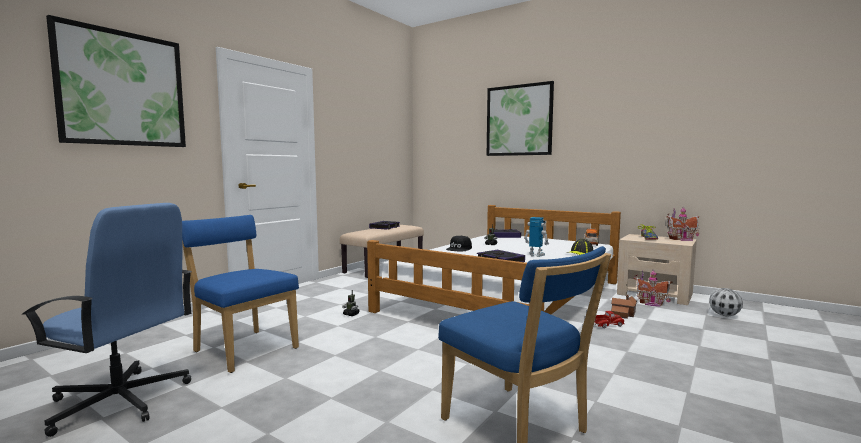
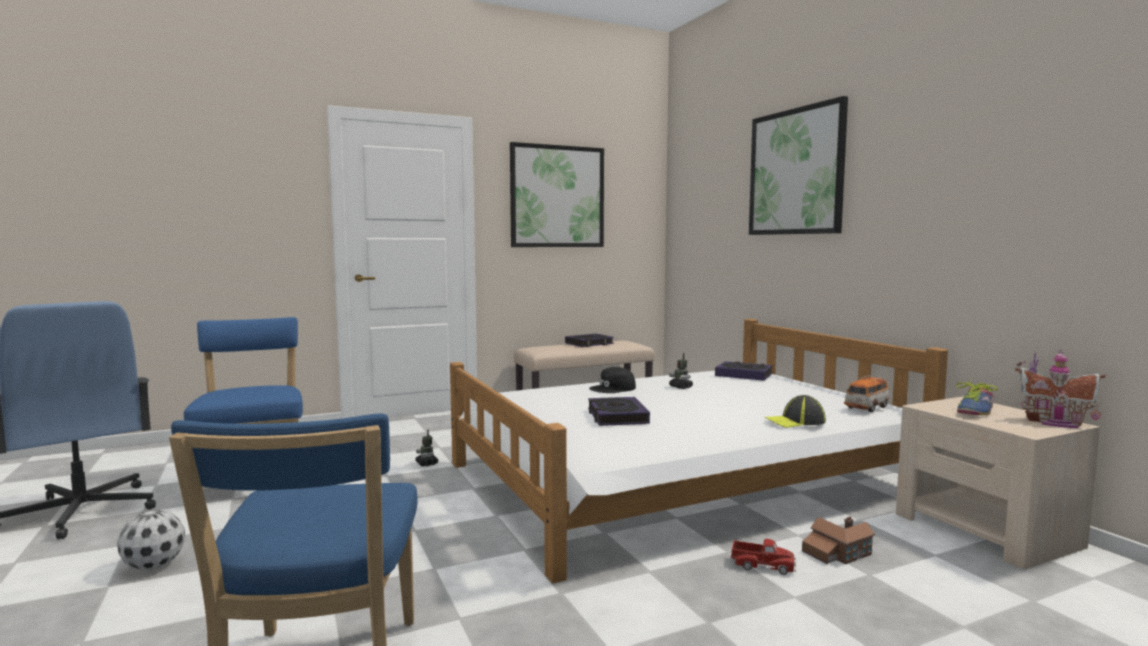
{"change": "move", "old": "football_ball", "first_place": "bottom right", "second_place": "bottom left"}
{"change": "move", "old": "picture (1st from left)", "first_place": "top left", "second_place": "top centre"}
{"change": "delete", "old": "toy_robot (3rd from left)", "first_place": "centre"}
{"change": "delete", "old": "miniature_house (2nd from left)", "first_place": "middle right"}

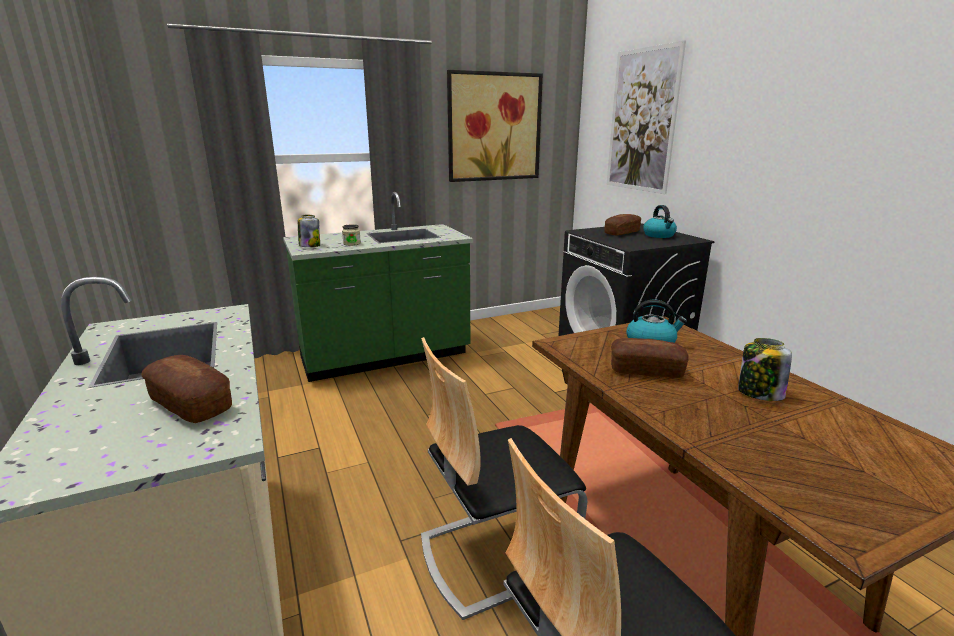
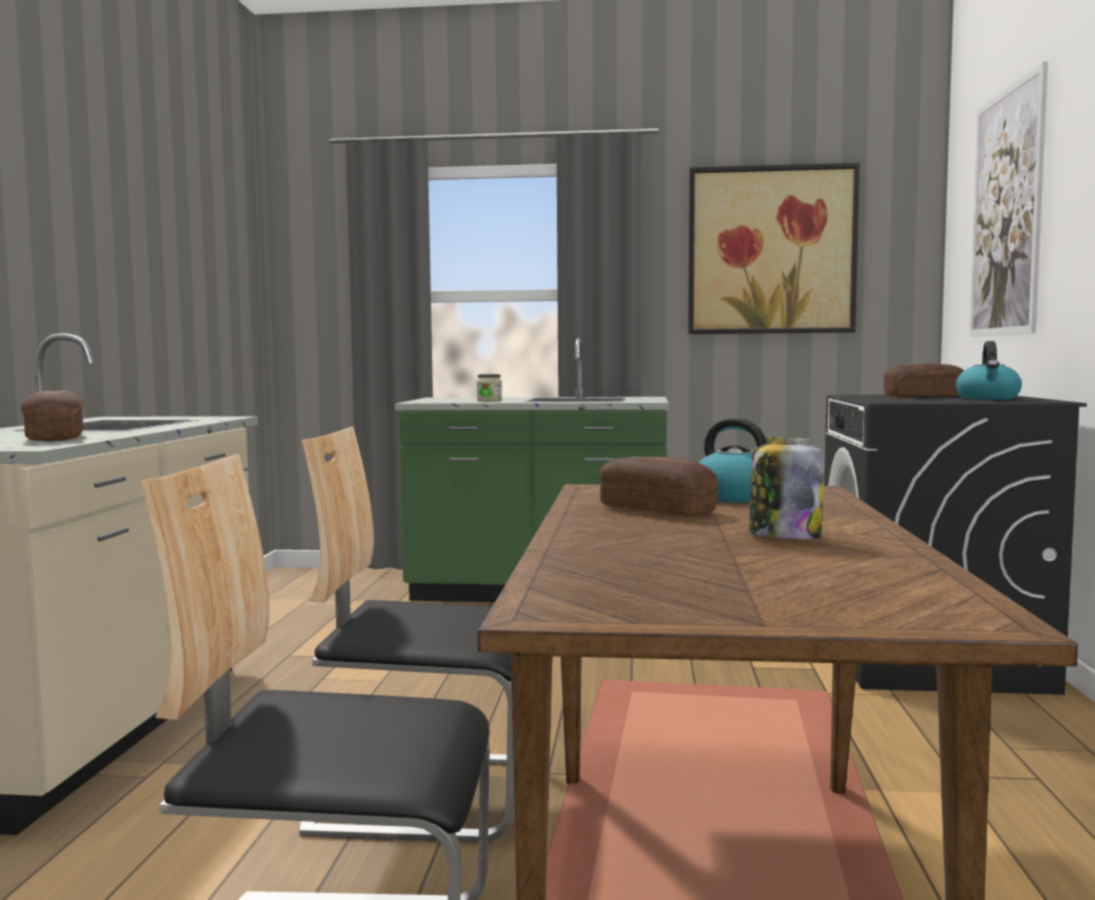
{"change": "delete", "old": "preserve_jar (1st from left)", "first_place": "middle left"}

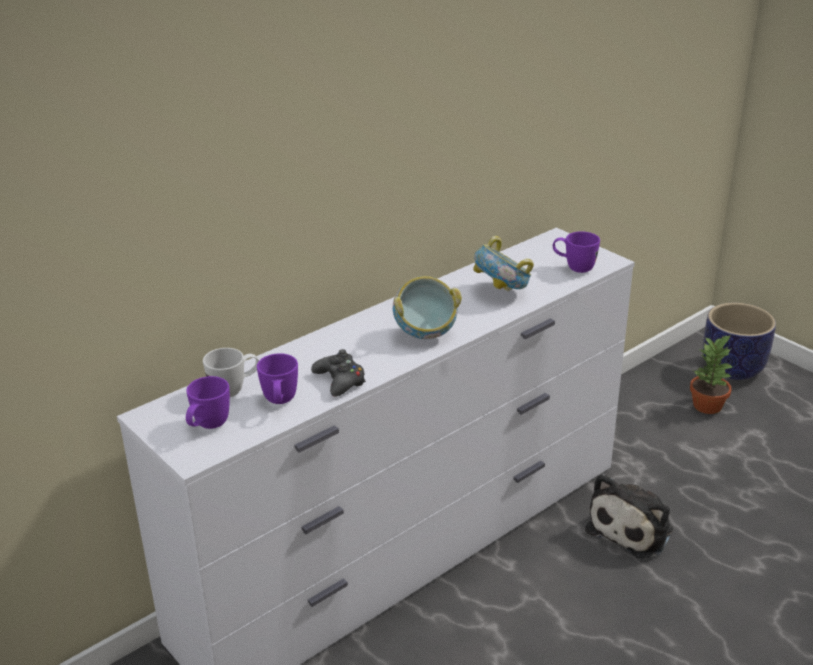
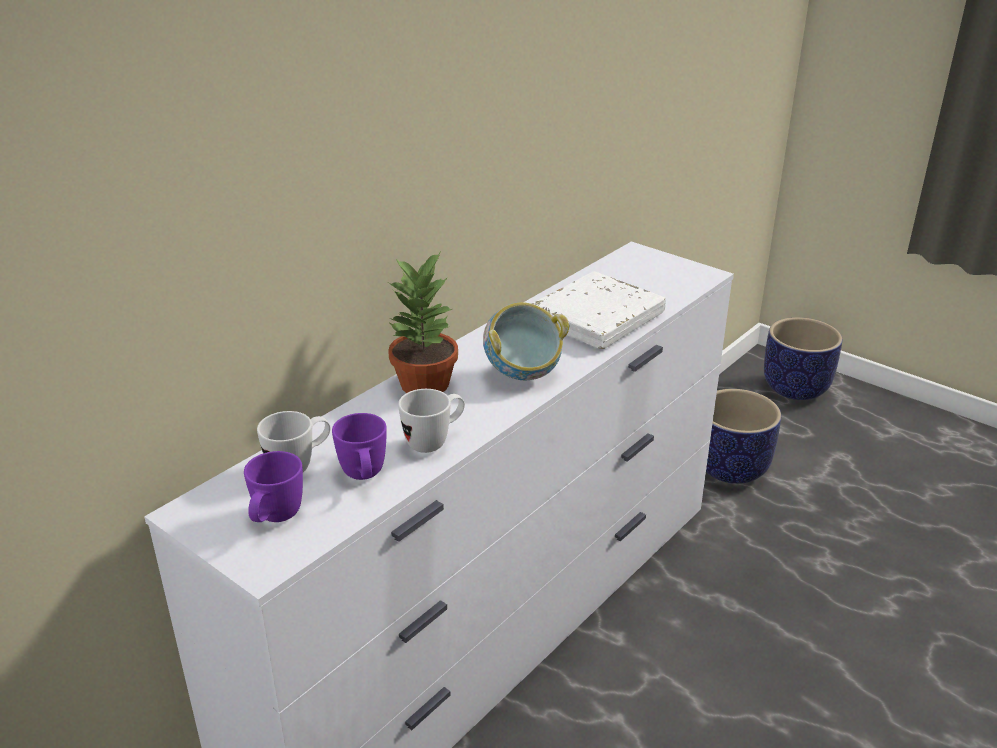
{"change": "move", "old": "houseplant", "first_place": "middle right", "second_place": "centre"}
{"change": "replace", "old": "black-coloured_game_controller", "new": "whitish_mug (2nd from left)", "first_place": "centre", "second_place": "centre"}
{"change": "replace", "old": "serving_bowl (2nd from left)", "new": "whitish_bound_book", "first_place": "centre", "second_place": "centre"}
{"change": "insert", "new": "planter (1st from left)", "second_place": "middle right"}
{"change": "delete", "old": "purple-coloured_mug (3rd from left)", "first_place": "middle right"}
{"change": "delete", "old": "plush_toy", "first_place": "bottom right"}

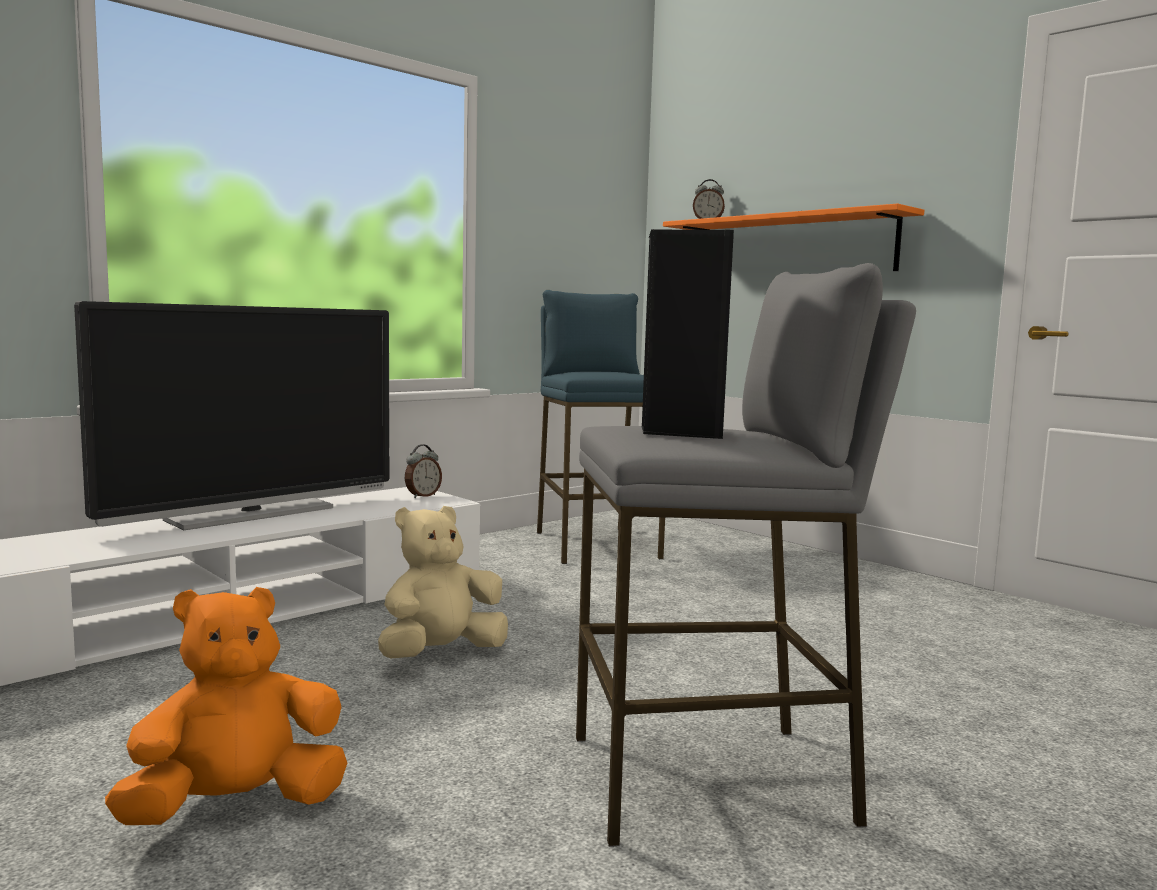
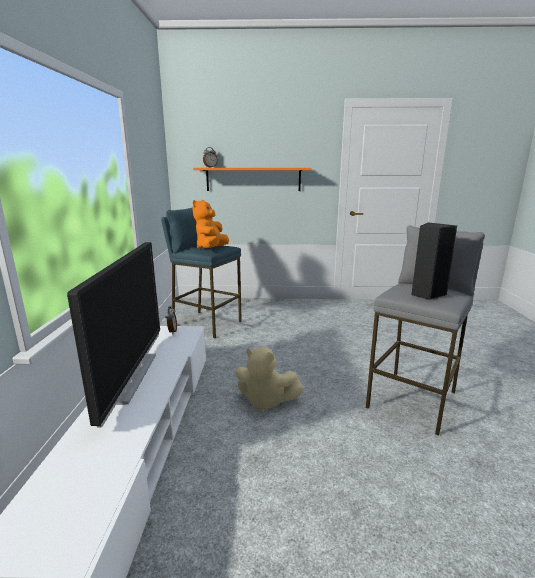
{"change": "move", "old": "orangey_plush_toy", "first_place": "bottom left", "second_place": "centre"}
{"change": "rotate", "old": "beige-coloured_plush_toy", "first_place": "centre", "second_place": "centre", "degrees": -75}

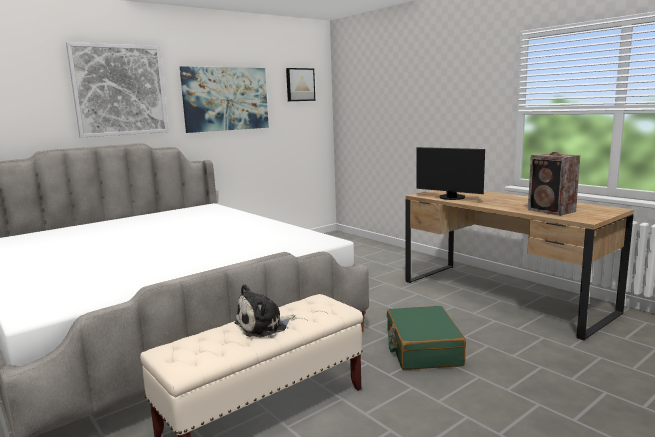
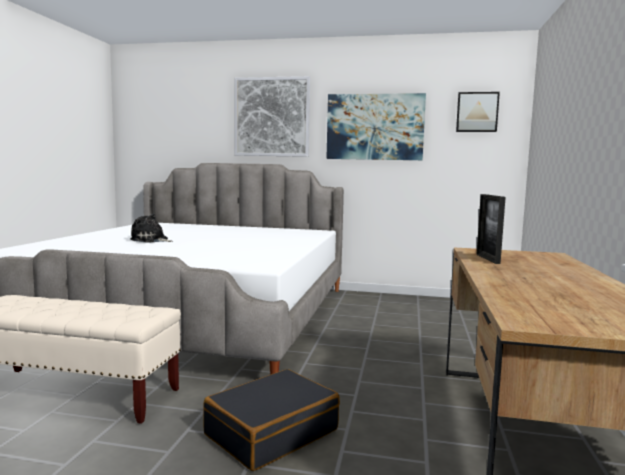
{"change": "move", "old": "plush_toy", "first_place": "bottom centre", "second_place": "middle left"}
{"change": "recolor", "old": "greenish_suitcase", "new": "black-coloured_suitcase", "first_place": "bottom centre", "second_place": "bottom centre"}
{"change": "replace", "old": "computer_display", "new": "picture_frame", "first_place": "middle right", "second_place": "middle right"}
{"change": "delete", "old": "loudspeaker", "first_place": "middle right"}

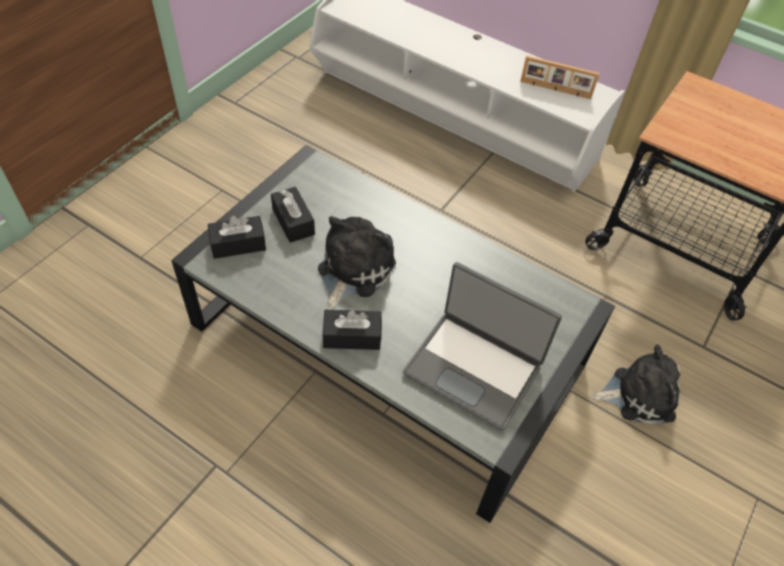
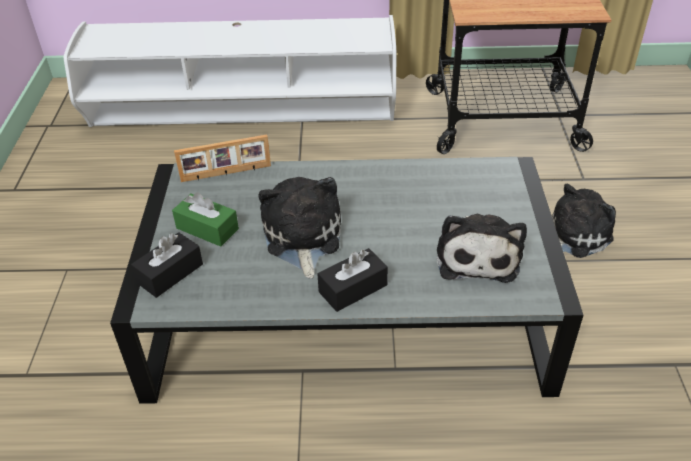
{"change": "recolor", "old": "black-coloured_tissue_box (2nd from left)", "new": "greenish_tissue_box", "first_place": "centre", "second_place": "middle left"}
{"change": "move", "old": "picture_frame", "first_place": "top right", "second_place": "middle left"}
{"change": "replace", "old": "notebook_computer", "new": "plush_toy (2nd from left)", "first_place": "centre", "second_place": "middle right"}

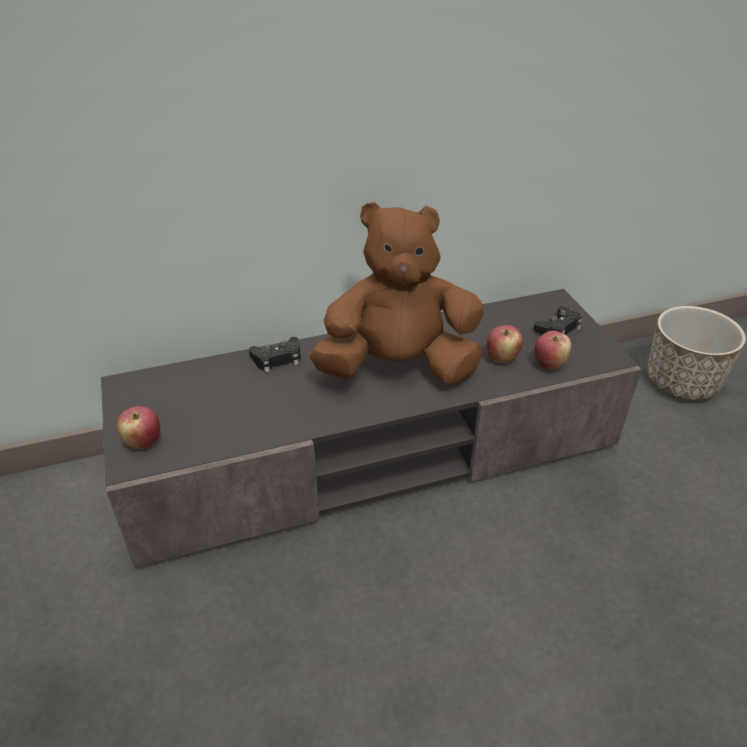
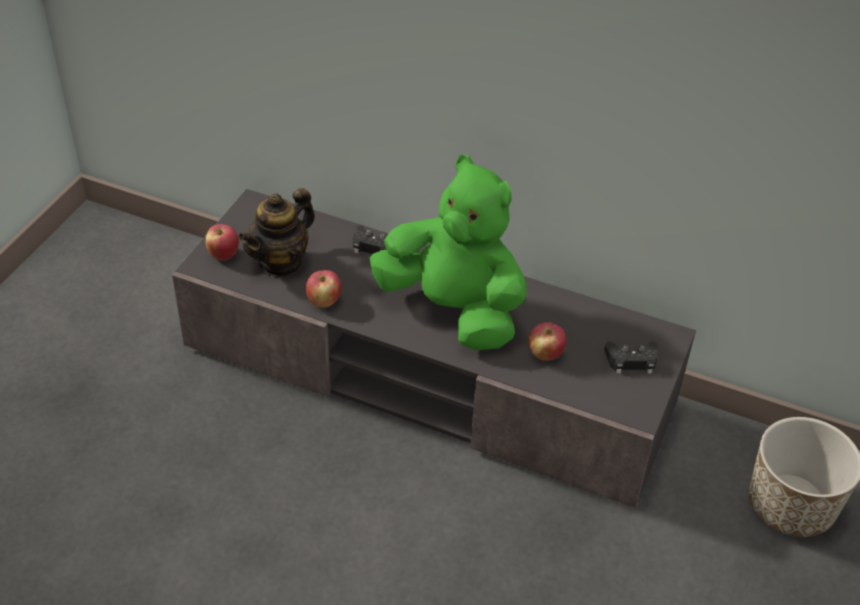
{"change": "insert", "new": "tea_pot", "second_place": "middle left"}
{"change": "move", "old": "apple_fruit (3rd from left in the first image)", "new": "apple_fruit (2nd from left)", "first_place": "middle right", "second_place": "centre"}
{"change": "recolor", "old": "brown_plush_toy", "new": "greenish_plush_toy", "first_place": "centre", "second_place": "centre"}

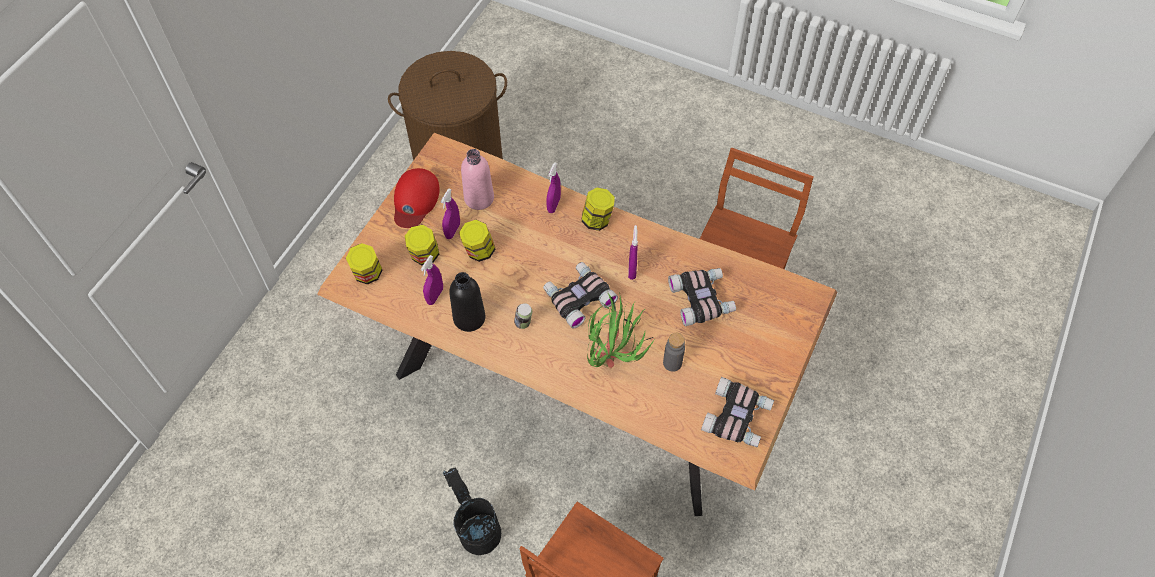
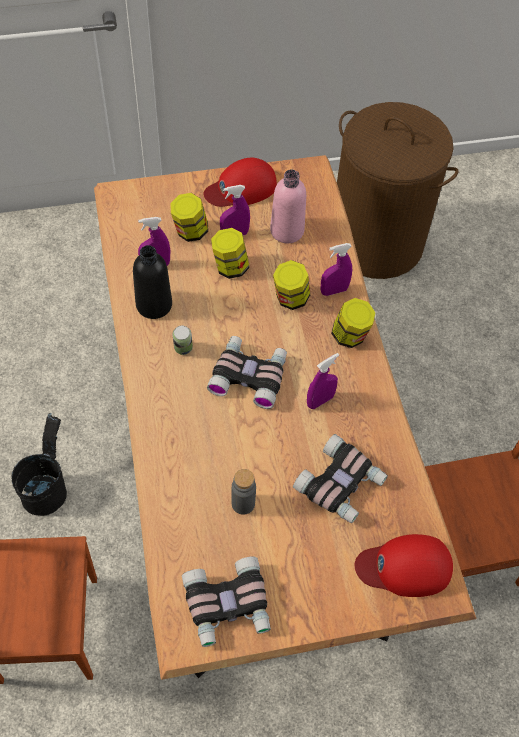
{"change": "move", "old": "preserve_jar (1st from left in the first image)", "new": "preserve_jar (3rd from left)", "first_place": "middle left", "second_place": "centre"}
{"change": "insert", "new": "red_cap (2nd from left)", "second_place": "bottom right"}
{"change": "delete", "old": "houseplant", "first_place": "centre"}

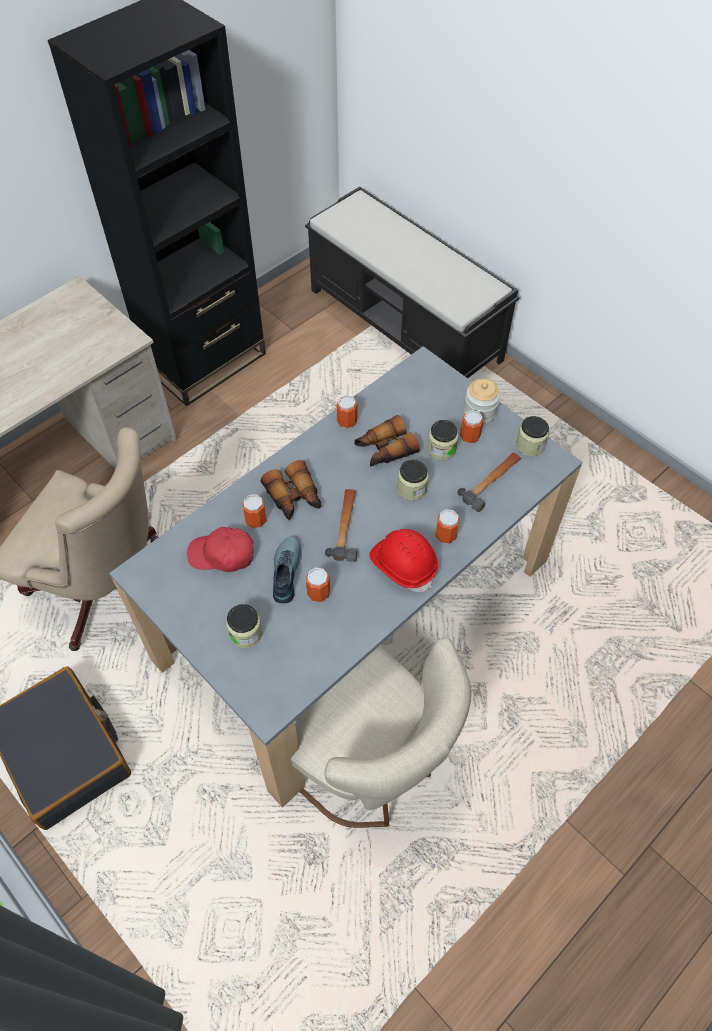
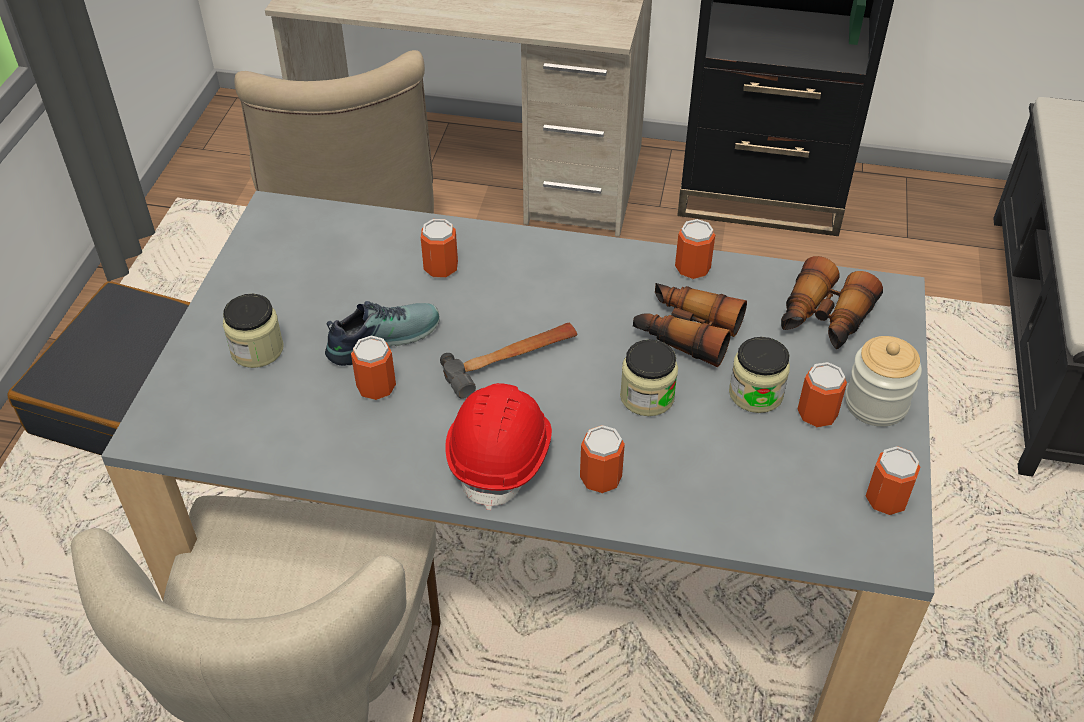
{"change": "move", "old": "field_glasses (1st from left in the first image)", "new": "field_glasses (2nd from left)", "first_place": "centre", "second_place": "middle right"}
{"change": "replace", "old": "preserve_jar (5th from left)", "new": "metal_can (6th from left)", "first_place": "middle right", "second_place": "middle right"}
{"change": "delete", "old": "red_cap", "first_place": "middle left"}
{"change": "delete", "old": "tool_hammer (2nd from left)", "first_place": "middle right"}

